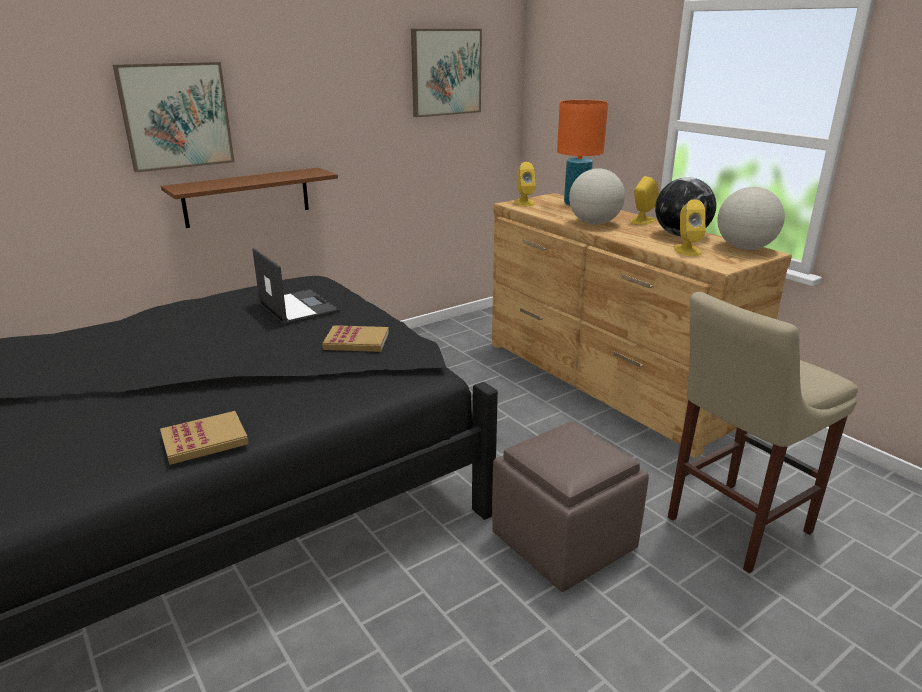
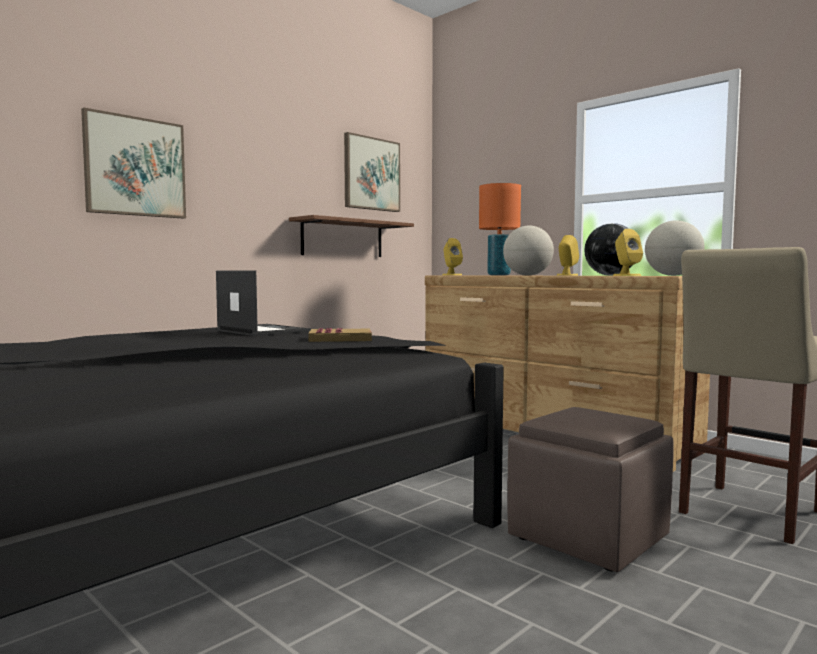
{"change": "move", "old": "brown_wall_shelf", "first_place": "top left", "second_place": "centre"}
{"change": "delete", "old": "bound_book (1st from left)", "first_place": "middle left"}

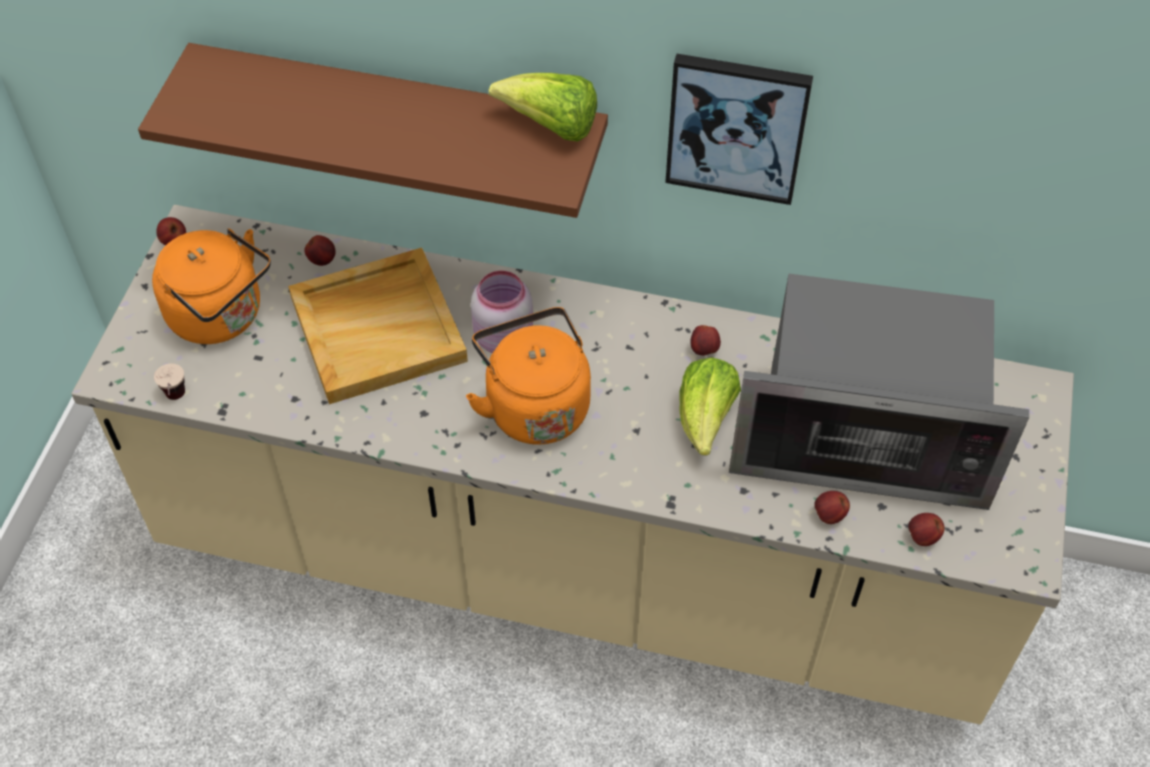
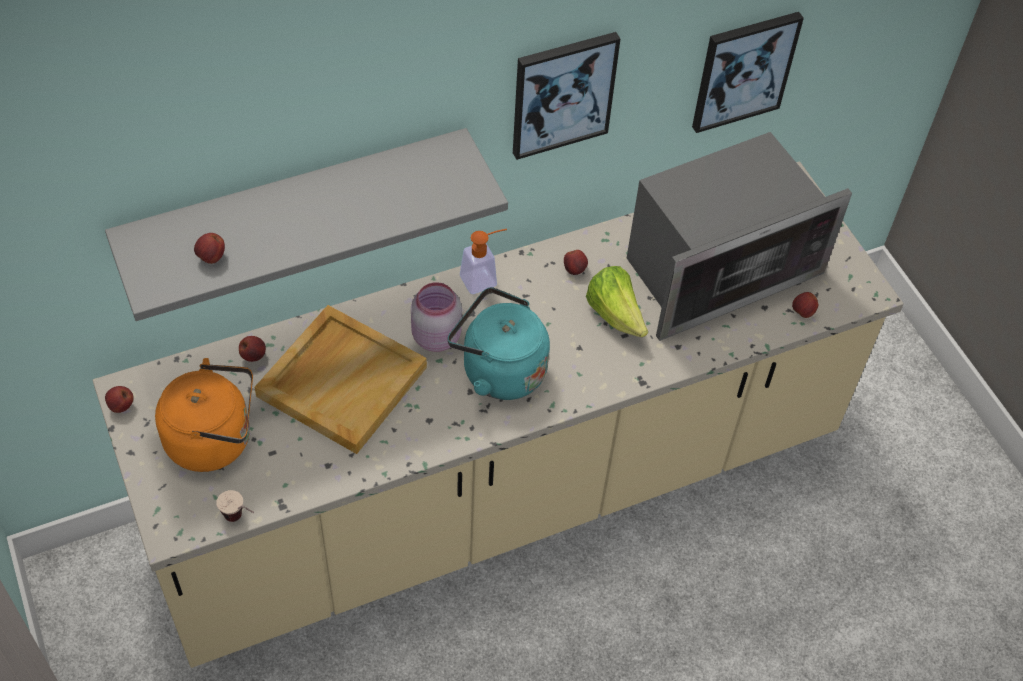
{"change": "recolor", "old": "brown_wall_shelf", "new": "gray_wall_shelf", "first_place": "top left", "second_place": "top left"}
{"change": "move", "old": "apple_fruit (4th from left in the first image)", "new": "apple_fruit (2nd from left)", "first_place": "middle right", "second_place": "middle left"}
{"change": "recolor", "old": "orangey_water_kettle (2nd from left)", "new": "blue-green_water_kettle", "first_place": "centre", "second_place": "centre"}
{"change": "insert", "new": "liquid_soap_bottle", "second_place": "centre"}
{"change": "insert", "new": "picture (2nd from left)", "second_place": "top right"}
{"change": "delete", "old": "lettuce (1st from left)", "first_place": "top centre"}

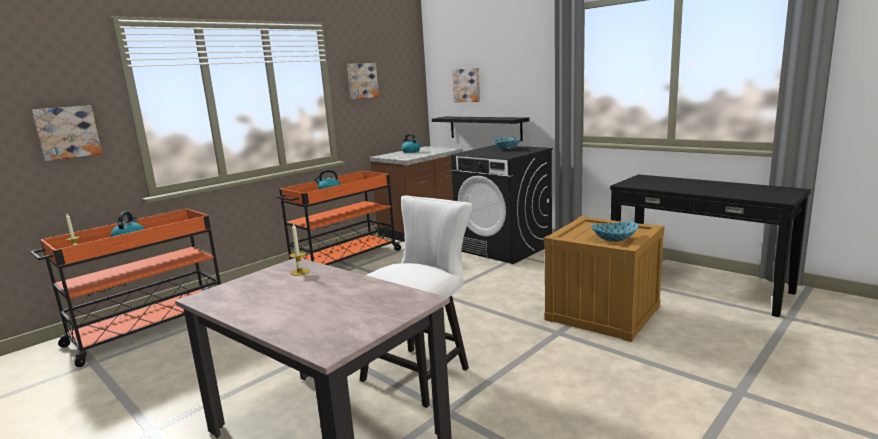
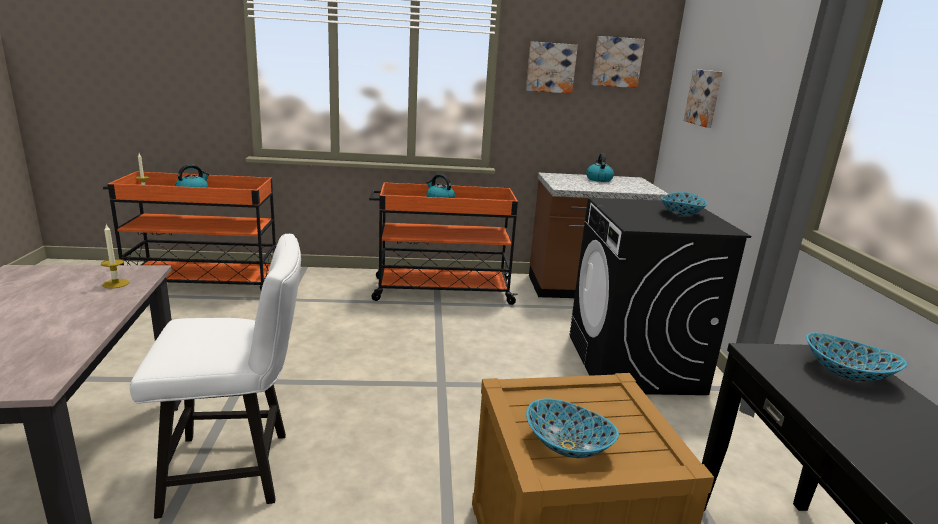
{"change": "move", "old": "picture (1st from left in the first image)", "new": "picture (2nd from left)", "first_place": "top left", "second_place": "top centre"}
{"change": "insert", "new": "serving_bowl (3rd from left)", "second_place": "bottom right"}
{"change": "delete", "old": "black-coloured_wall_shelf", "first_place": "top centre"}

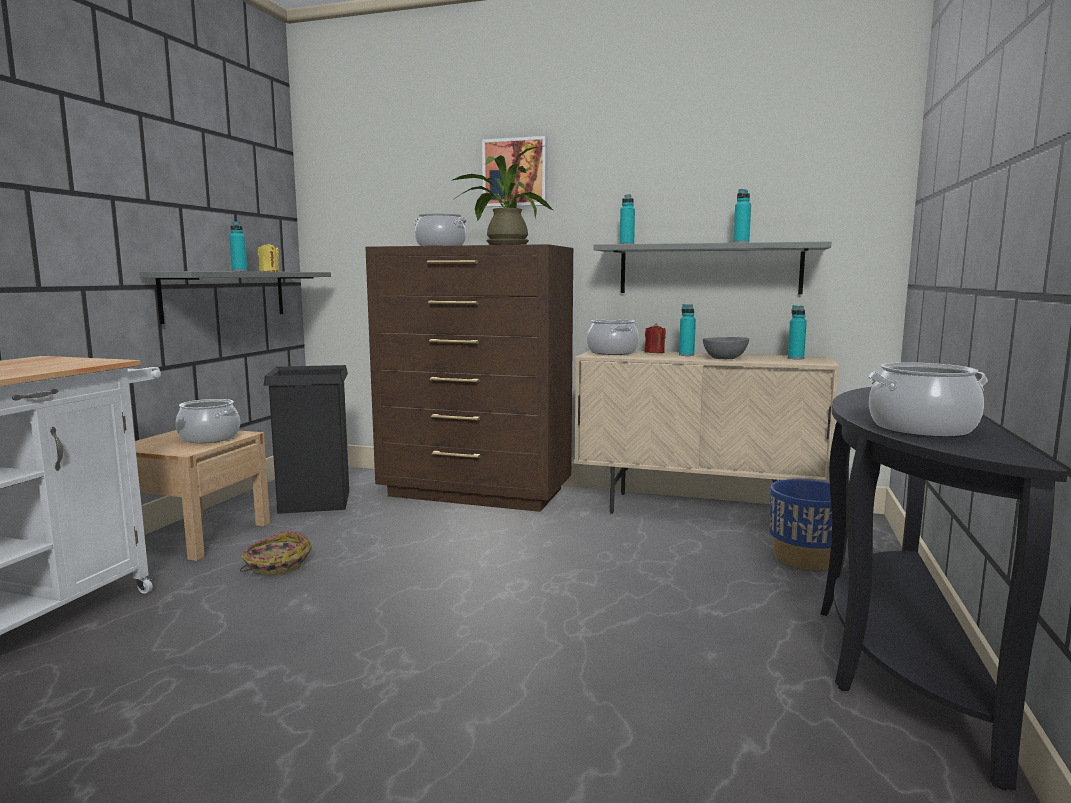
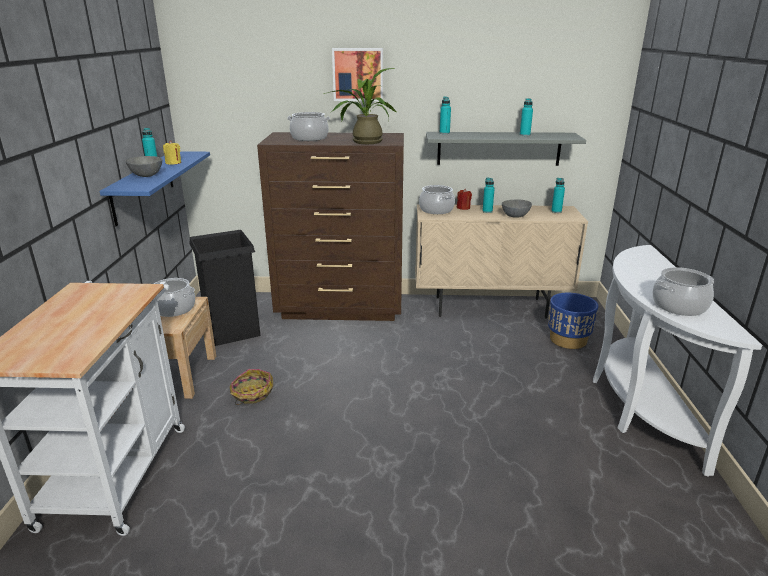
{"change": "recolor", "old": "gray_wall_shelf (1st from left)", "new": "blue-coloured_wall_shelf", "first_place": "middle left", "second_place": "top left"}
{"change": "insert", "new": "gray_serving_bowl (1st from left)", "second_place": "top left"}
{"change": "recolor", "old": "black-coloured_hall_table", "new": "whitish_hall_table", "first_place": "bottom right", "second_place": "middle right"}

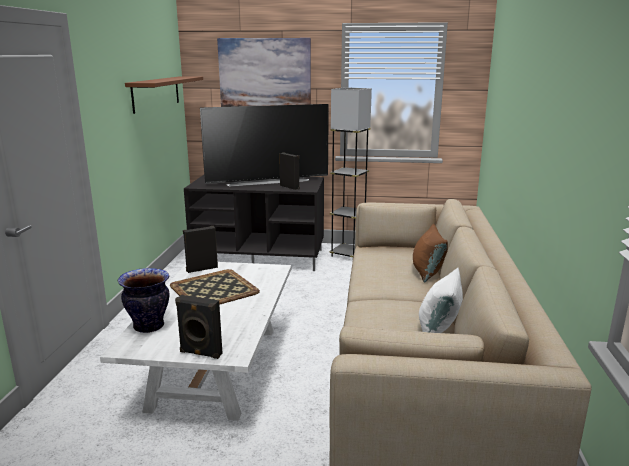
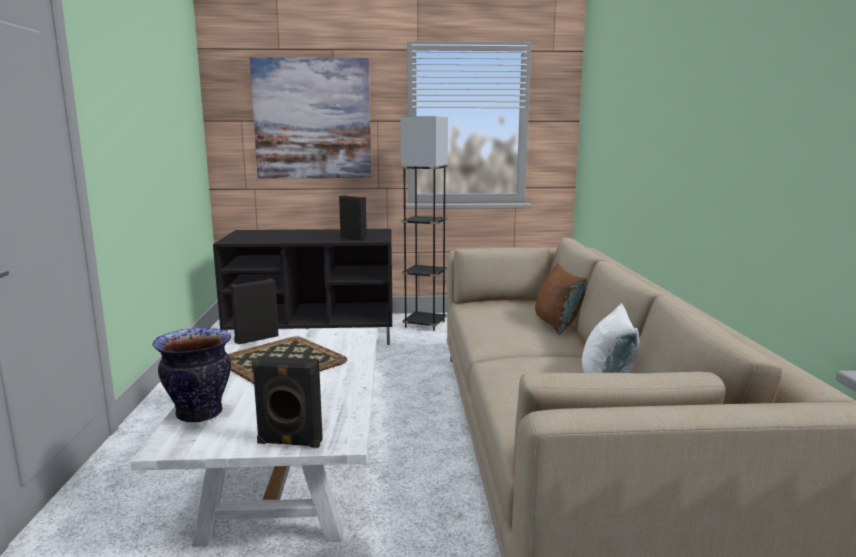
{"change": "delete", "old": "brown_wall_shelf", "first_place": "top left"}
{"change": "delete", "old": "TV_set", "first_place": "top centre"}

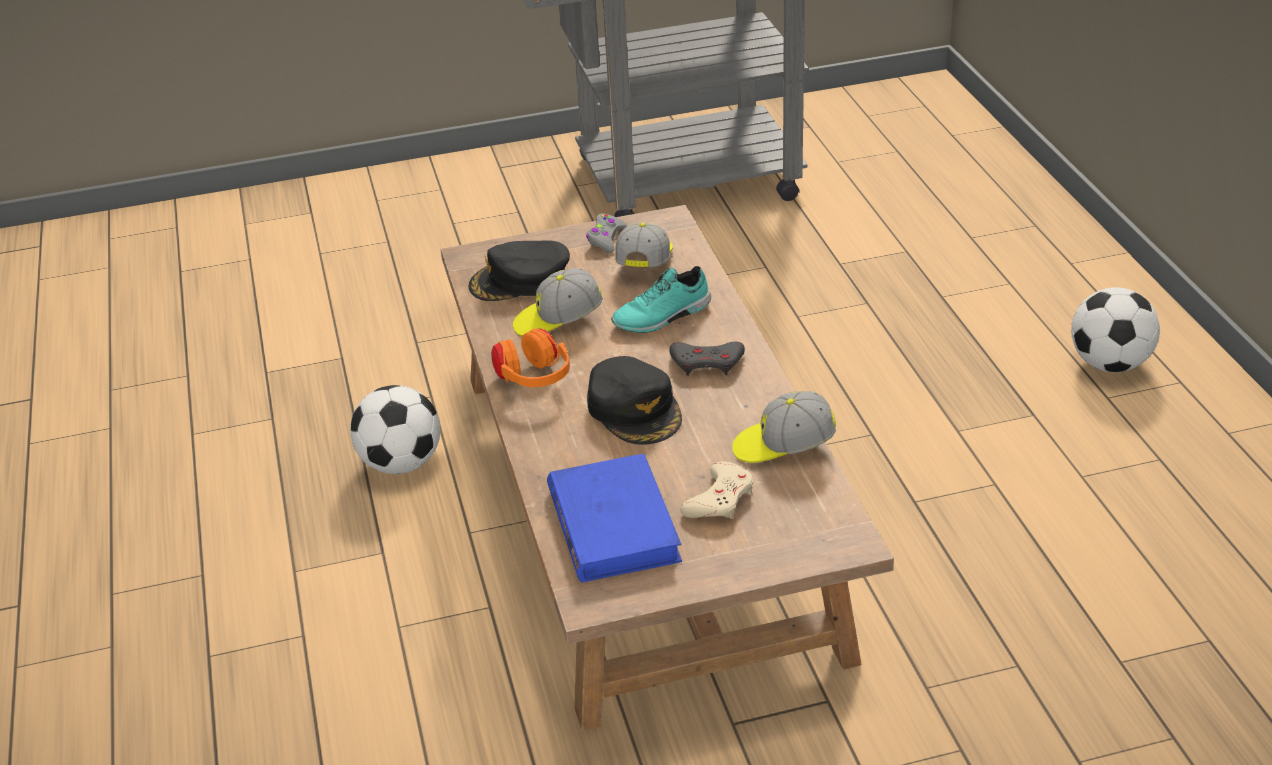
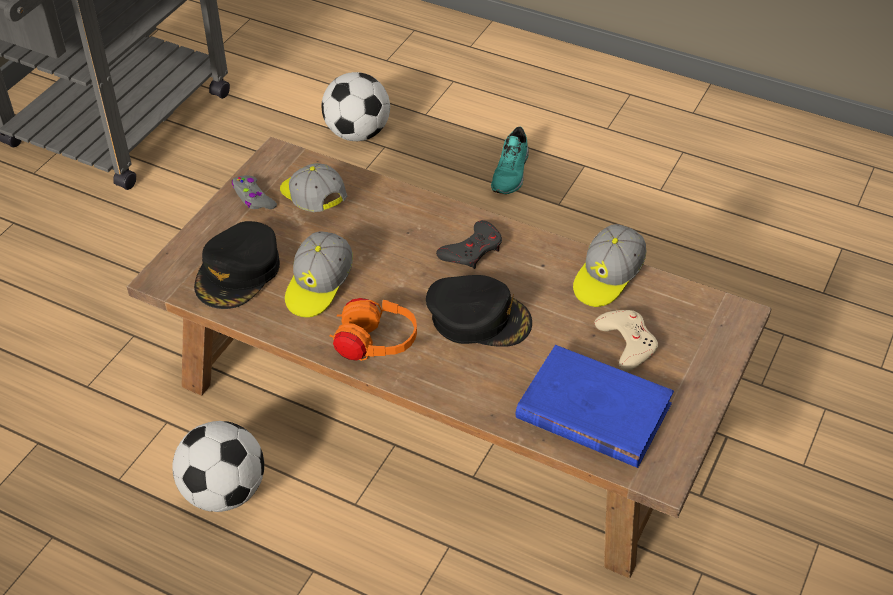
{"change": "move", "old": "football_ball (2nd from left)", "first_place": "middle right", "second_place": "top centre"}
{"change": "move", "old": "blue-green_shoe", "first_place": "centre", "second_place": "top centre"}

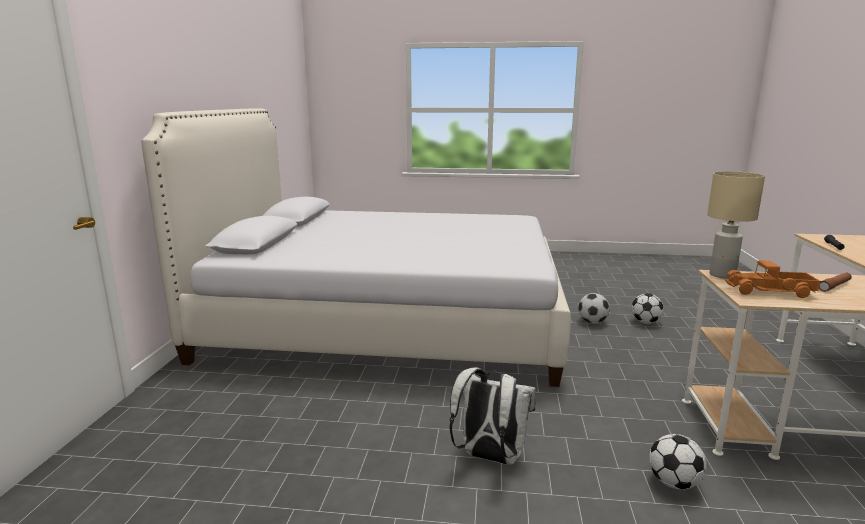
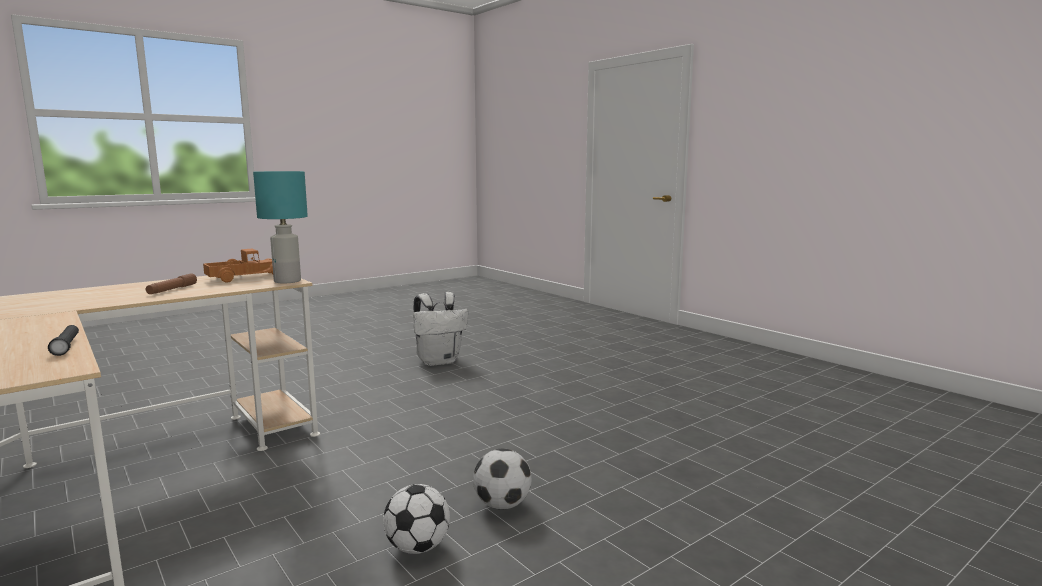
{"change": "recolor", "old": "beige-coloured_tabletop_lamp", "new": "blue-green_tabletop_lamp", "first_place": "middle right", "second_place": "middle left"}
{"change": "delete", "old": "whitish_bed", "first_place": "centre"}
{"change": "delete", "old": "football_ball (3rd from left)", "first_place": "bottom right"}

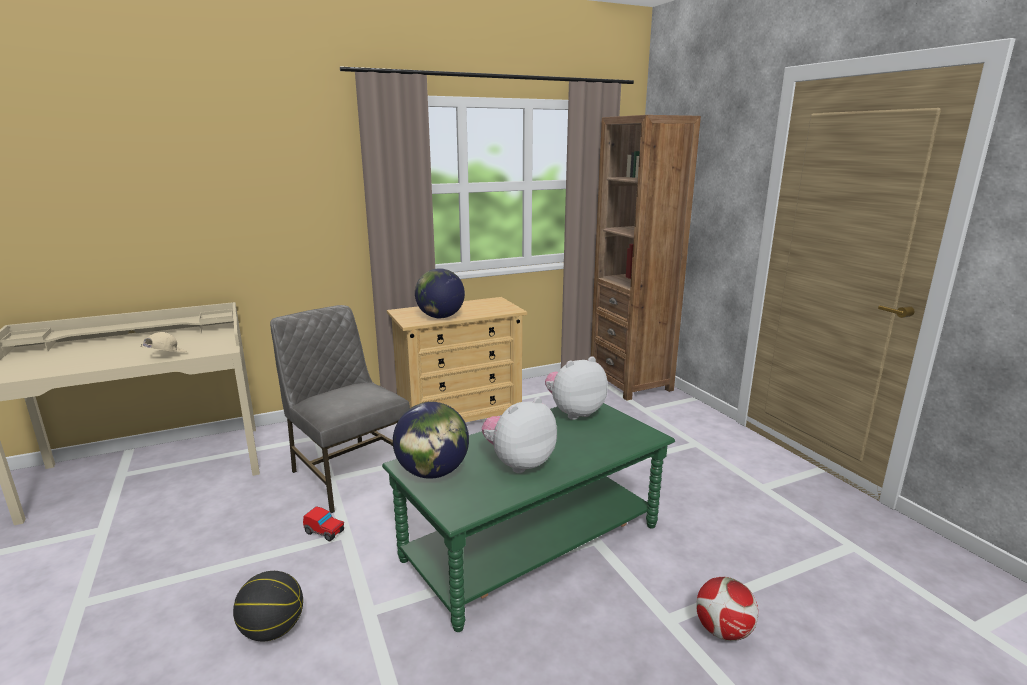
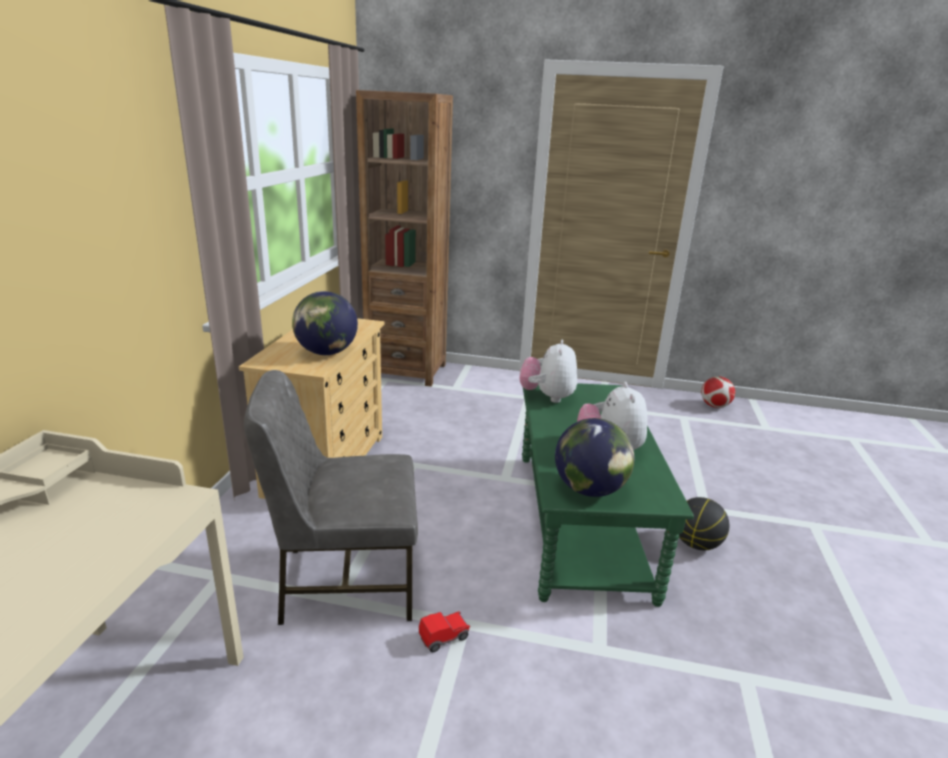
{"change": "move", "old": "ball_for_basketball", "first_place": "bottom left", "second_place": "bottom right"}
{"change": "move", "old": "football_ball", "first_place": "bottom right", "second_place": "middle right"}
{"change": "delete", "old": "beige-coloured_cap", "first_place": "middle left"}

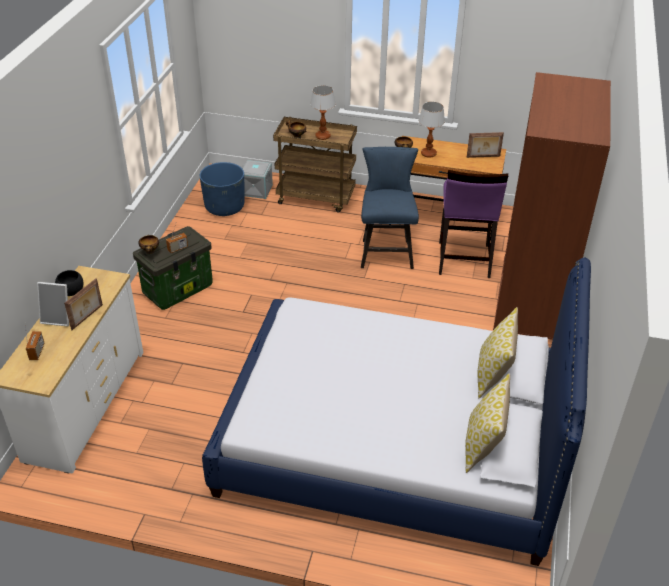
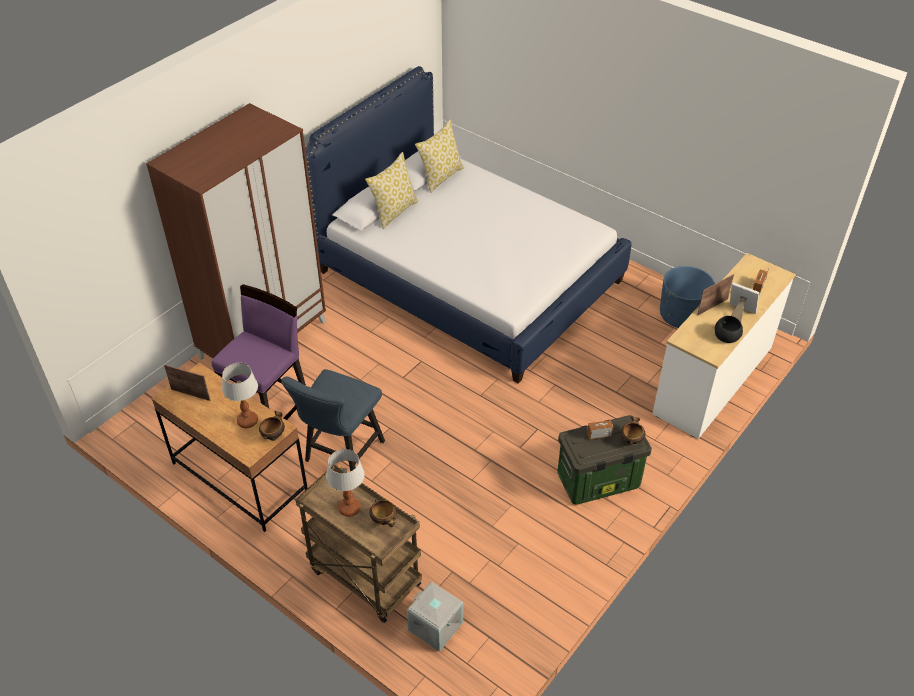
{"change": "move", "old": "blue-coloured_planter", "first_place": "top left", "second_place": "middle right"}

